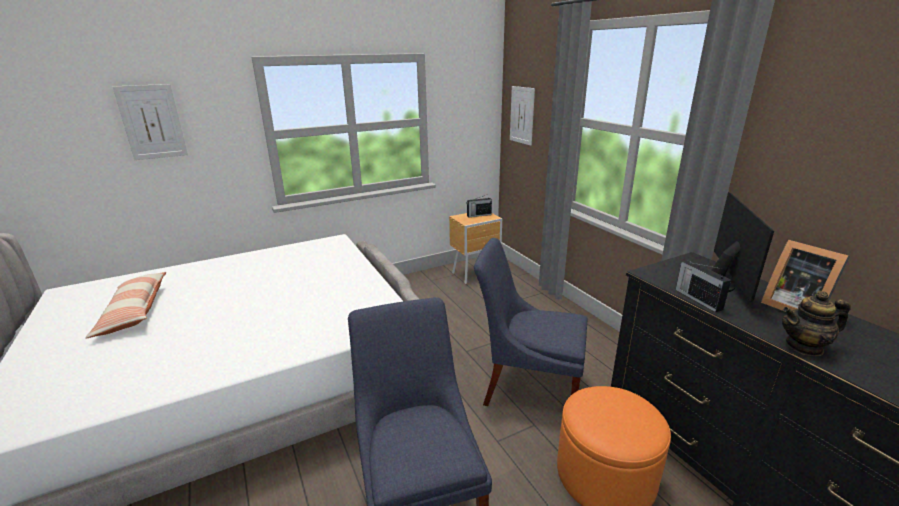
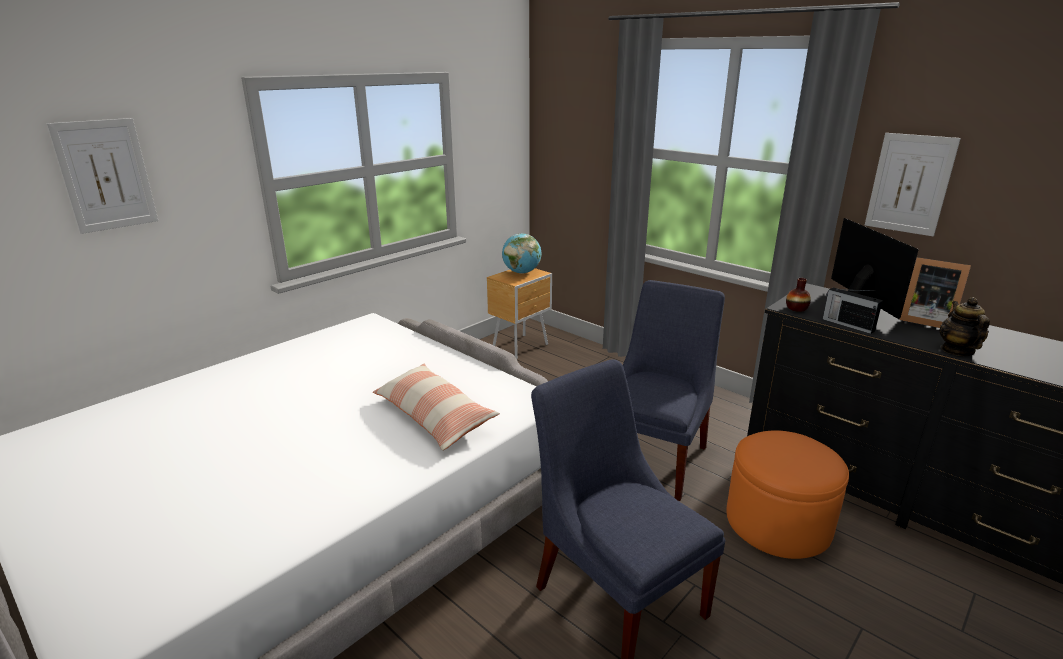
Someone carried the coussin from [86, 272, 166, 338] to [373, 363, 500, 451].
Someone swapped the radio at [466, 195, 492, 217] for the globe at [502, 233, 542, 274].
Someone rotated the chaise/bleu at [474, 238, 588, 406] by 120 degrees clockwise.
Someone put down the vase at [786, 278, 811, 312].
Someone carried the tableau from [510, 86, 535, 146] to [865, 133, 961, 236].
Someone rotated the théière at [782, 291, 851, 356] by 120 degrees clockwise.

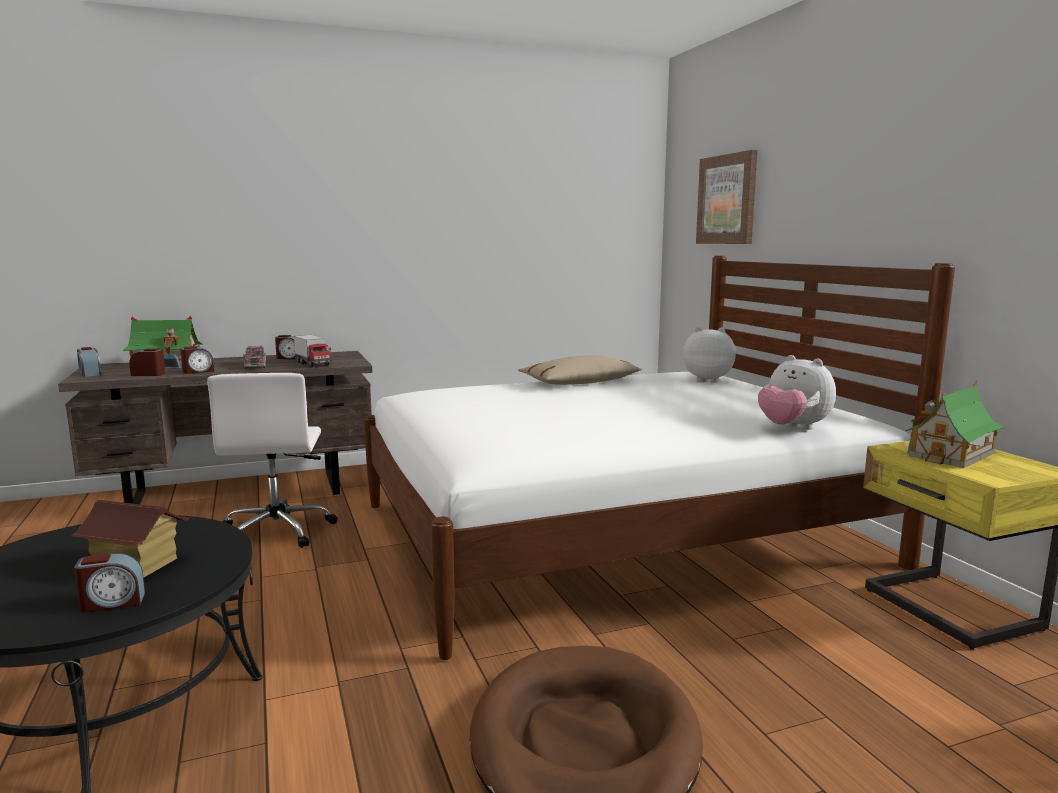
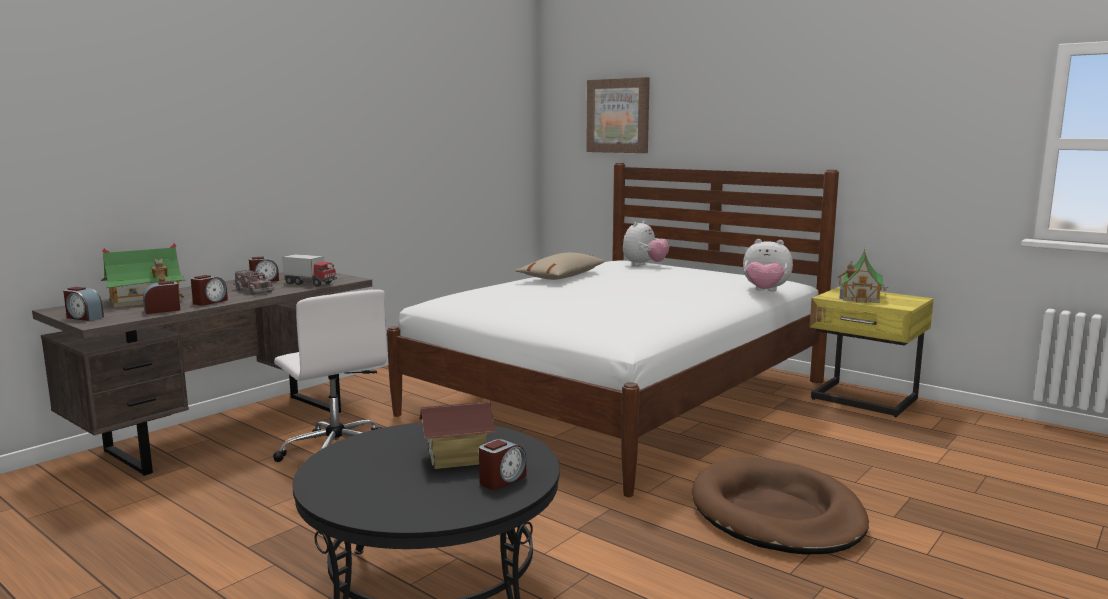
Someone rotated the peluche at [683, 327, 736, 382] by 135 degrees clockwise.

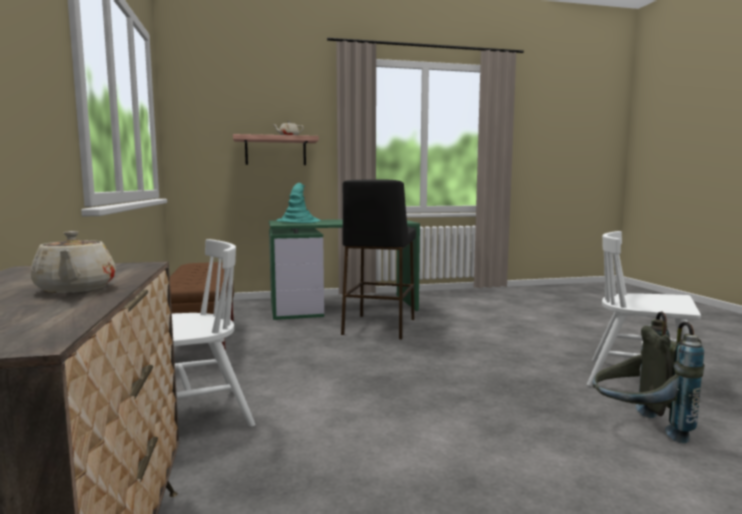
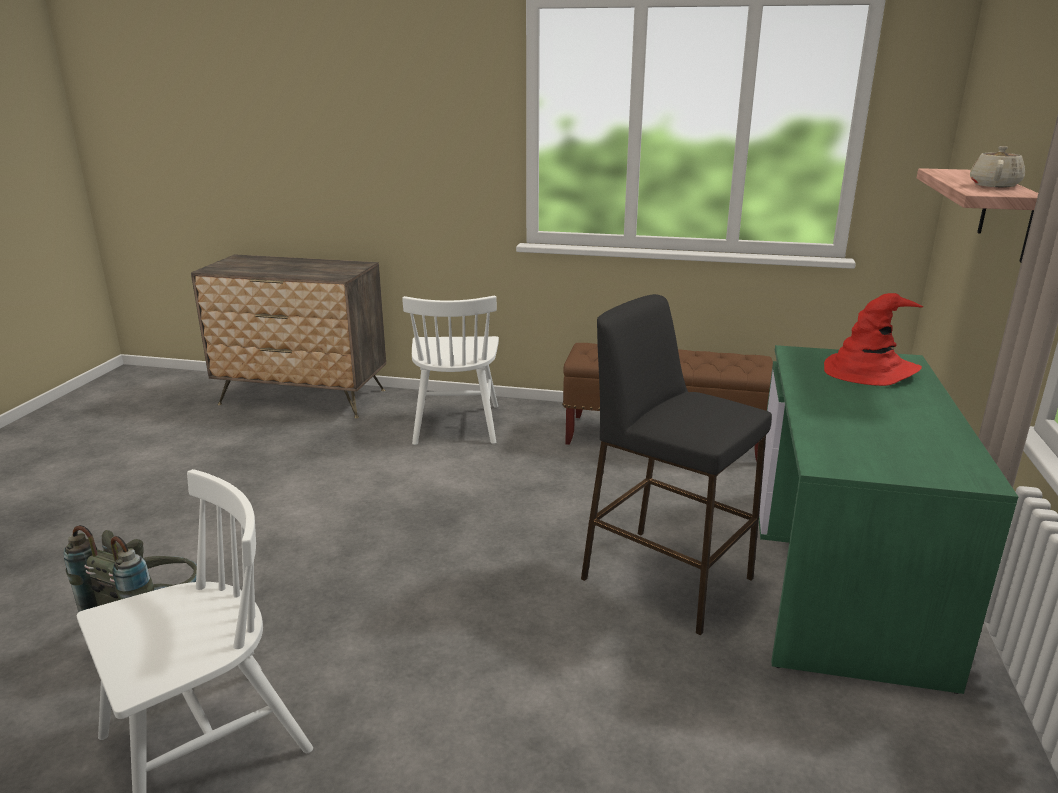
Someone repainted the chapeau/turquoise at [276, 183, 321, 223], which became the chapeau/rouge at [824, 293, 923, 386].
Someone took away the théière/beige at [30, 231, 116, 293].

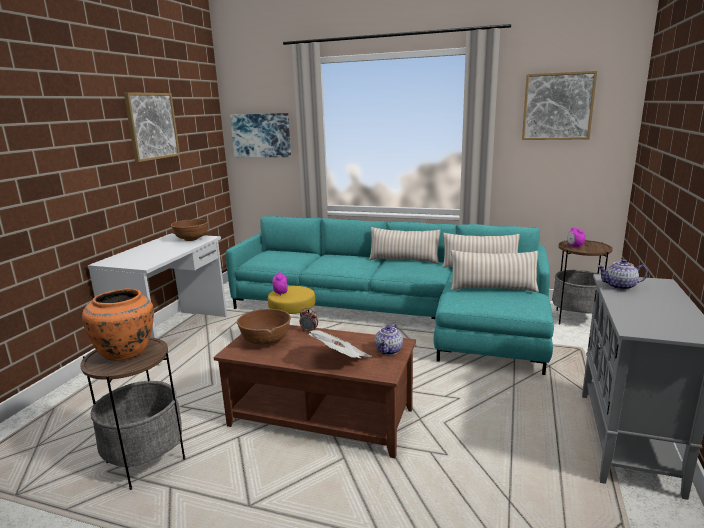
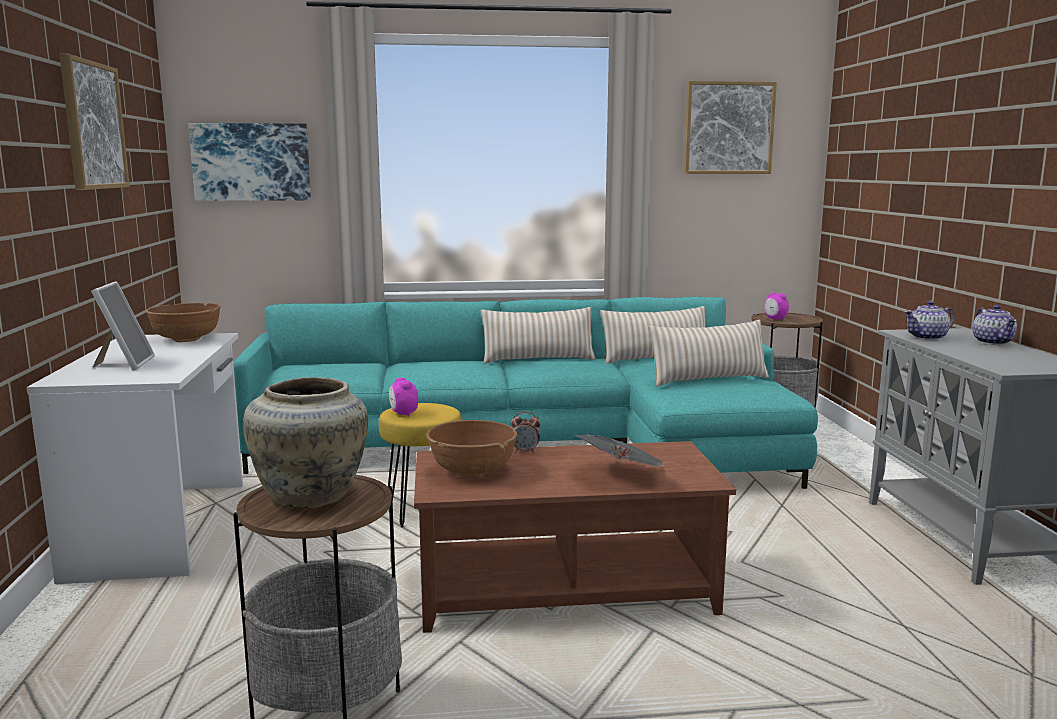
Someone put down the cadre photo at [91, 281, 155, 370].
Someone repainted the vase/orange at [82, 288, 154, 361], which became the vase/beige at [243, 377, 368, 508].
Someone carried the théière from [375, 323, 403, 355] to [973, 305, 1017, 345].

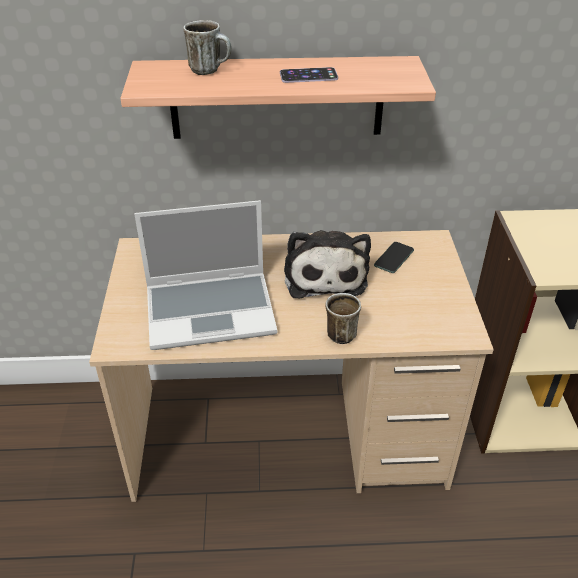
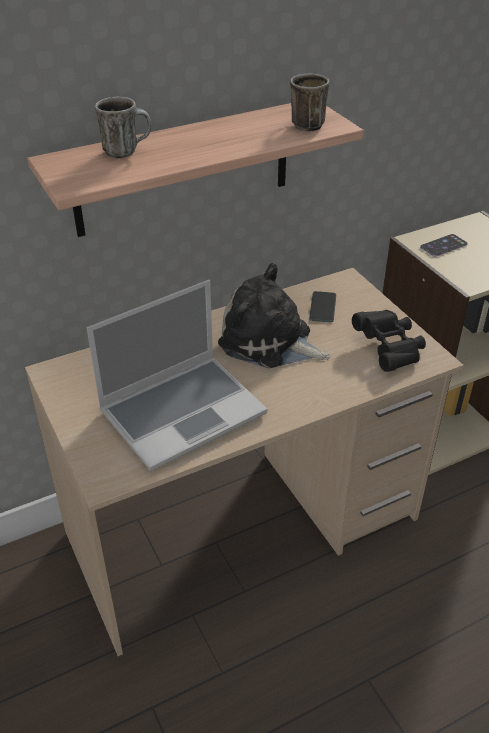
Someone rotated the peluche at [284, 230, 371, 298] by 150 degrees clockwise.
Someone carried the mug from [325, 293, 361, 344] to [290, 73, 329, 132].
Someone put down the jumelles/noir at [352, 310, 426, 372].
Someone carried the téléphone from [280, 67, 338, 83] to [420, 234, 468, 257].

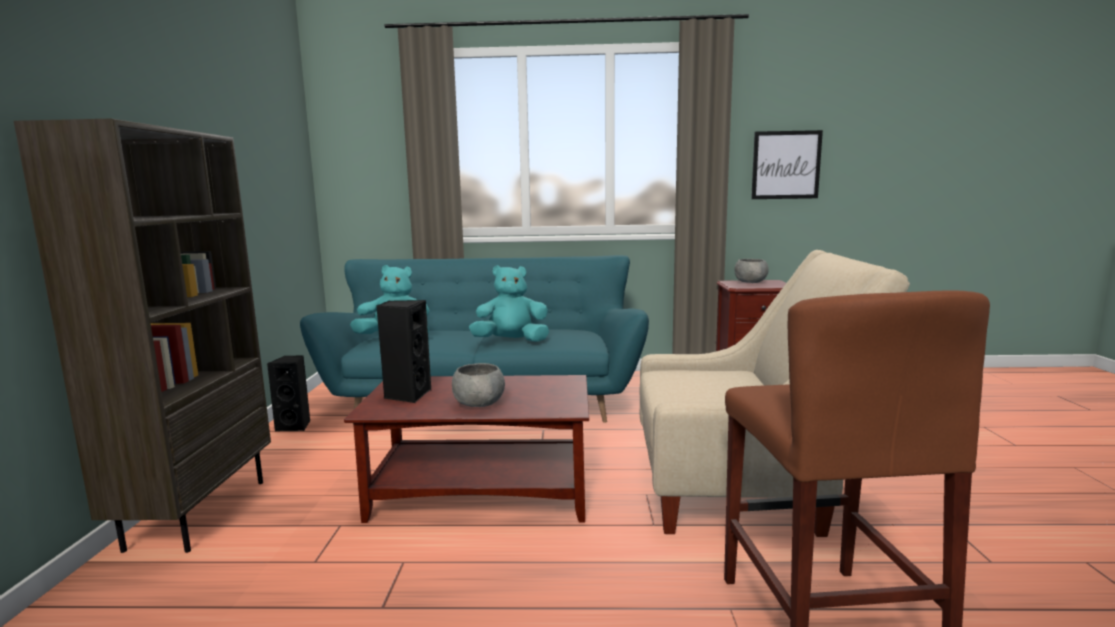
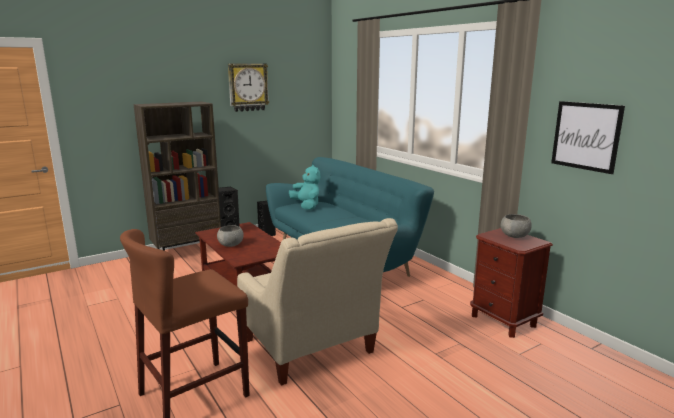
Someone put up the horloge murale at [228, 64, 269, 112].
Someone took away the peluche/turquoise at [469, 265, 549, 342].

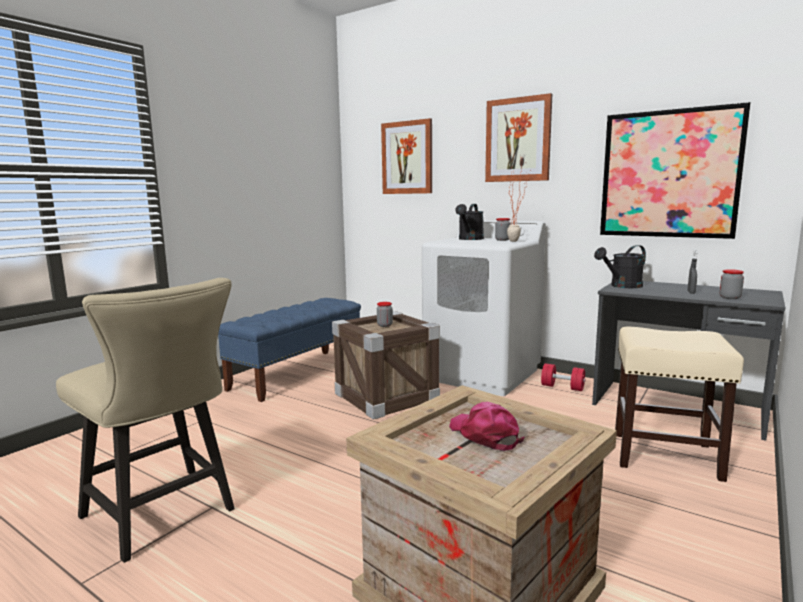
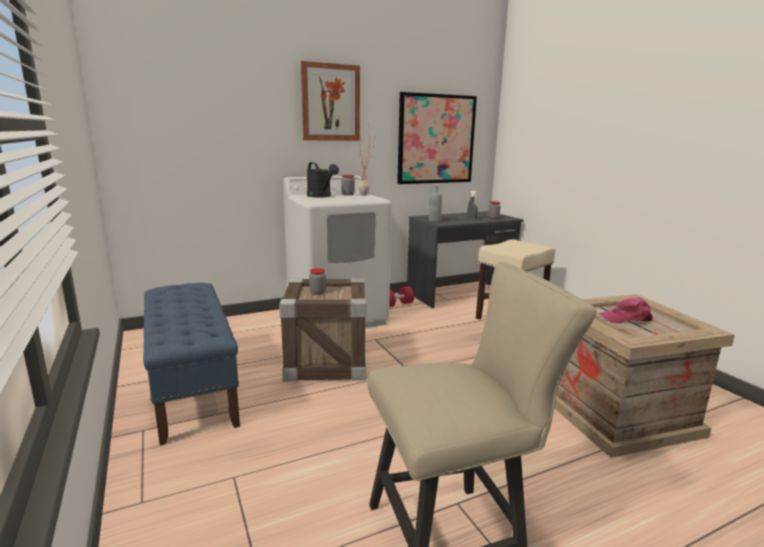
Someone swapped the arrosoir/noir at [594, 245, 646, 288] for the bouteille/gris at [429, 185, 442, 222].
Someone took away the tableau at [381, 118, 432, 194].

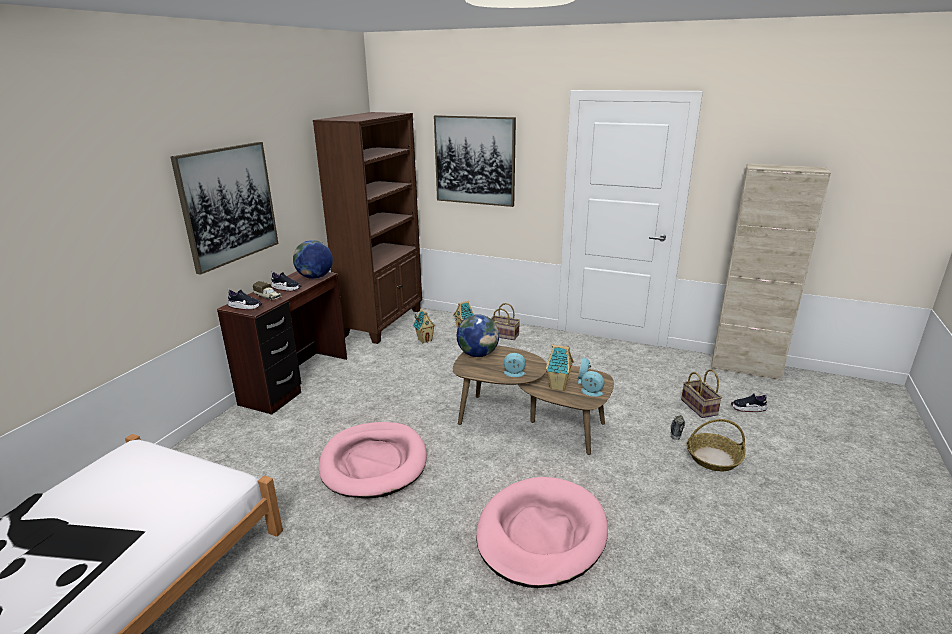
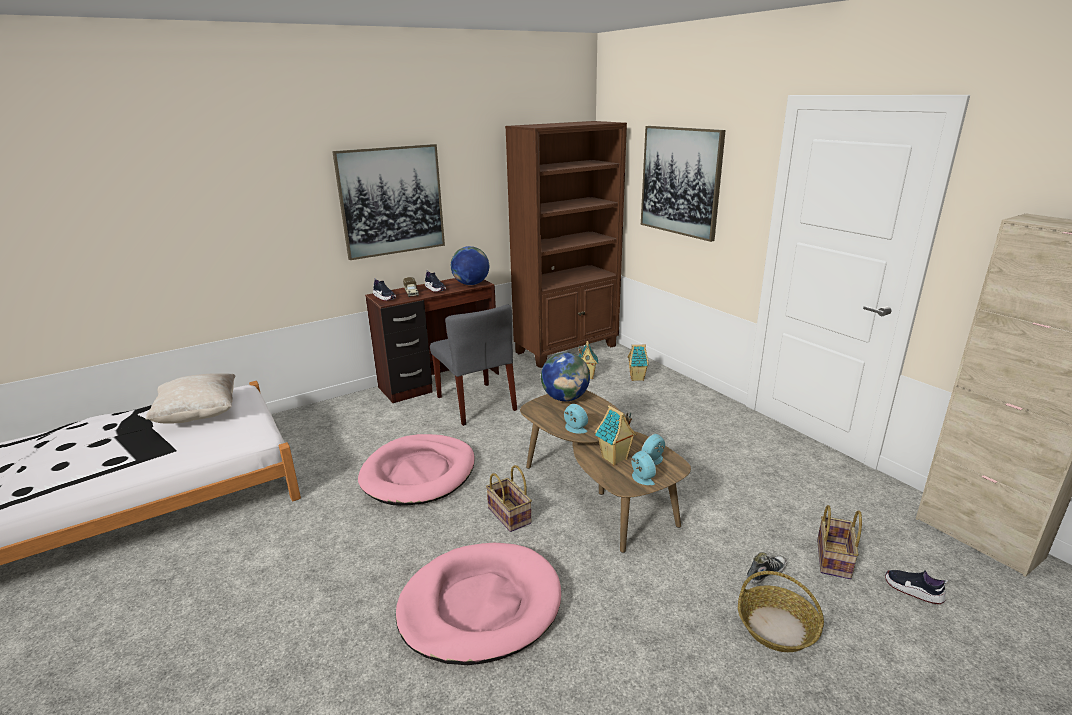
Someone put down the coussin/beige at [146, 373, 235, 424].
Someone put down the chaise/gris at [430, 304, 517, 426].
Someone carried the panier from [491, 303, 520, 340] to [486, 465, 532, 532].

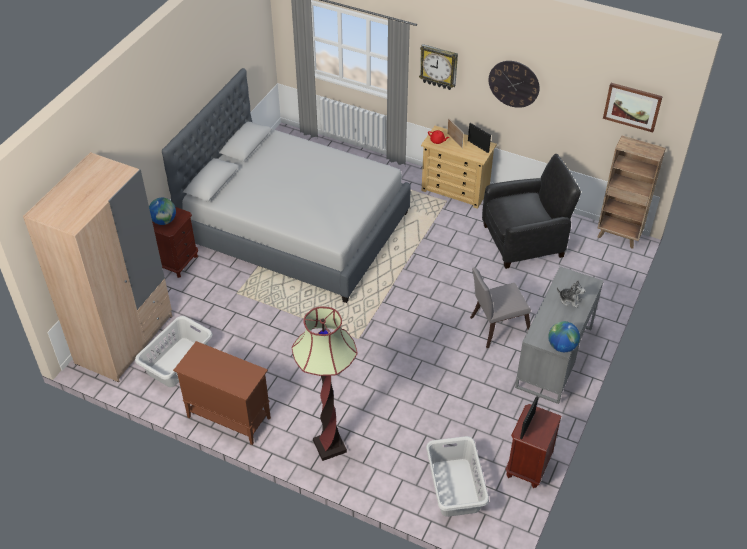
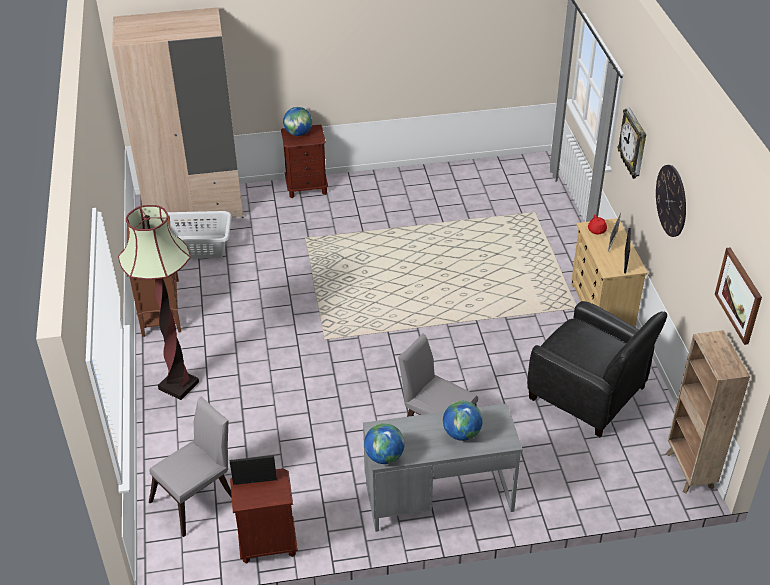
Someone swapped the panier à linge/gris at [426, 436, 489, 517] for the chaise/gris at [149, 396, 232, 537].
Someone swapped the peluche at [557, 280, 585, 308] for the globe at [443, 401, 483, 441].
Someone took away the lit/gris at [162, 68, 410, 303].

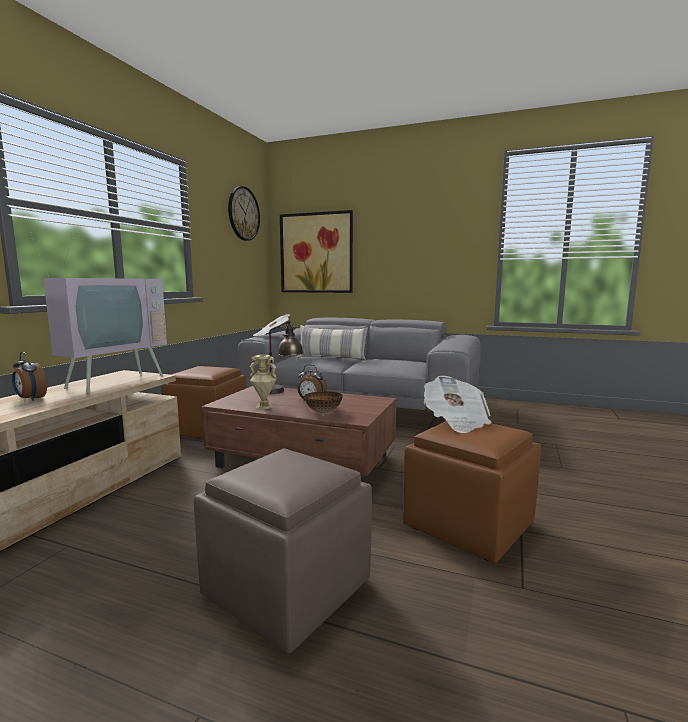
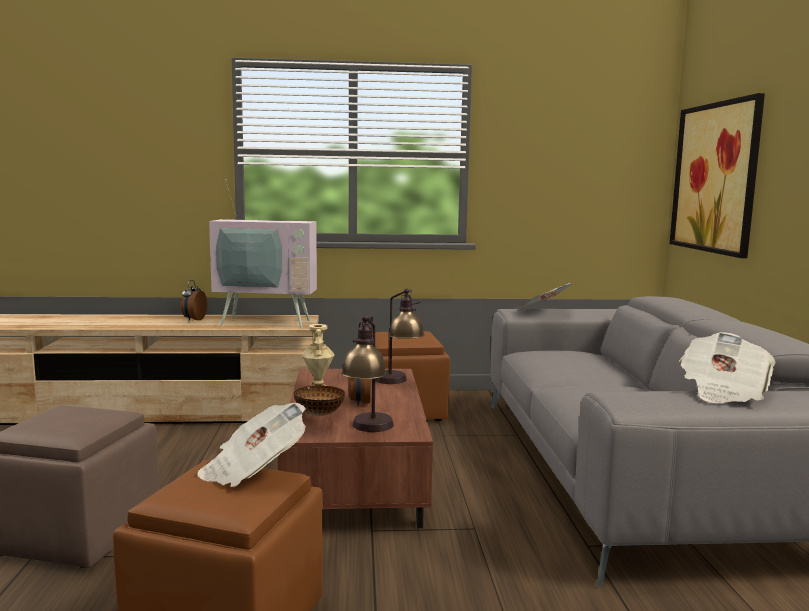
Someone put down the lampe de table at [341, 315, 394, 432].
Someone put down the journal at [679, 332, 776, 403].
Someone took away the horloge murale at [228, 186, 260, 241].
Someone took away the coussin at [297, 325, 368, 360].

